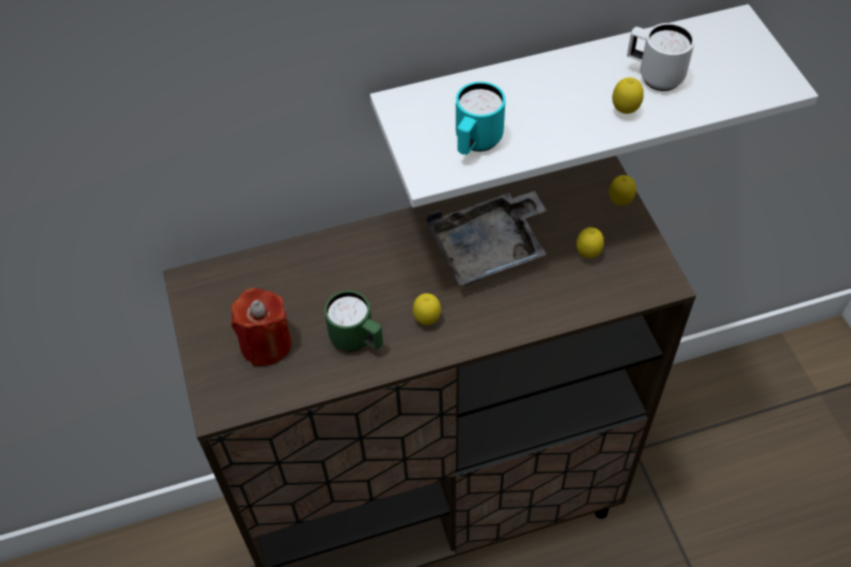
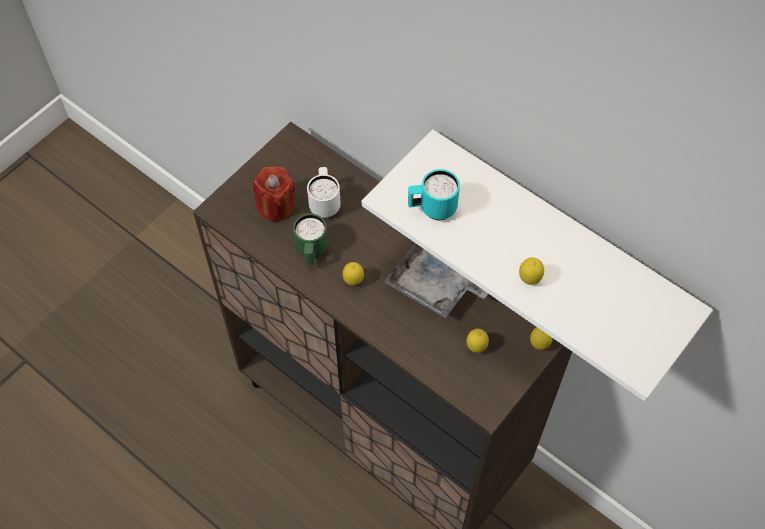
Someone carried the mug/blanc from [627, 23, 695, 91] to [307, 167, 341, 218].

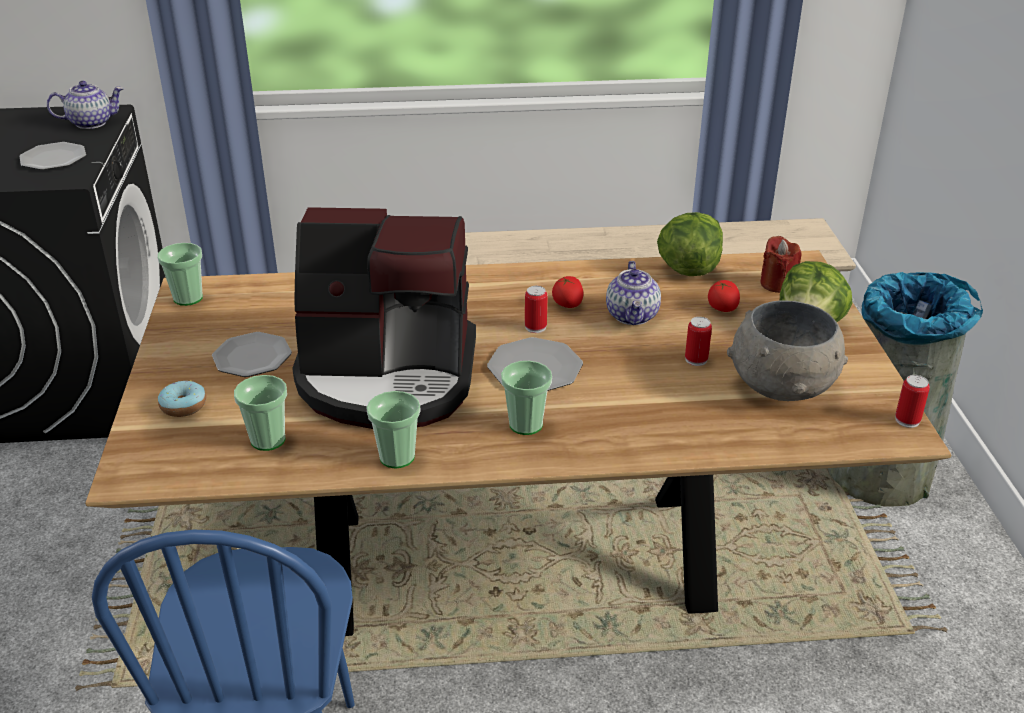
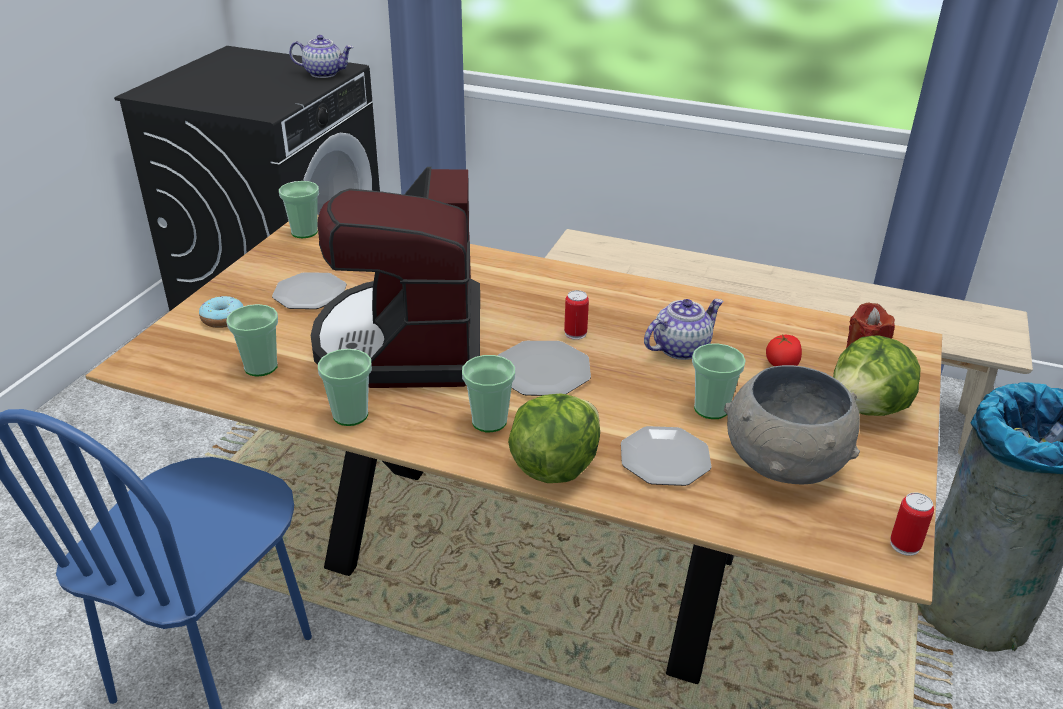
Someone rotated the machine à café at [292, 207, 476, 429] by 60 degrees clockwise.
Someone carried the laitue from [657, 212, 723, 276] to [508, 393, 600, 483].
Someone carried the assiette from [20, 142, 86, 170] to [621, 426, 712, 486].
Someone rotated the théière at [606, 261, 661, 325] by 150 degrees counterclockwise.
Someone swapped the boîte métallique at [685, 317, 712, 366] for the tasse at [692, 343, 746, 419].
Someone took away the tomate at [552, 276, 583, 308].

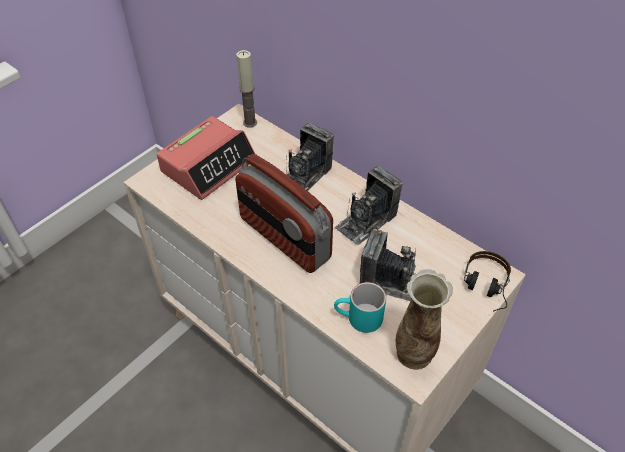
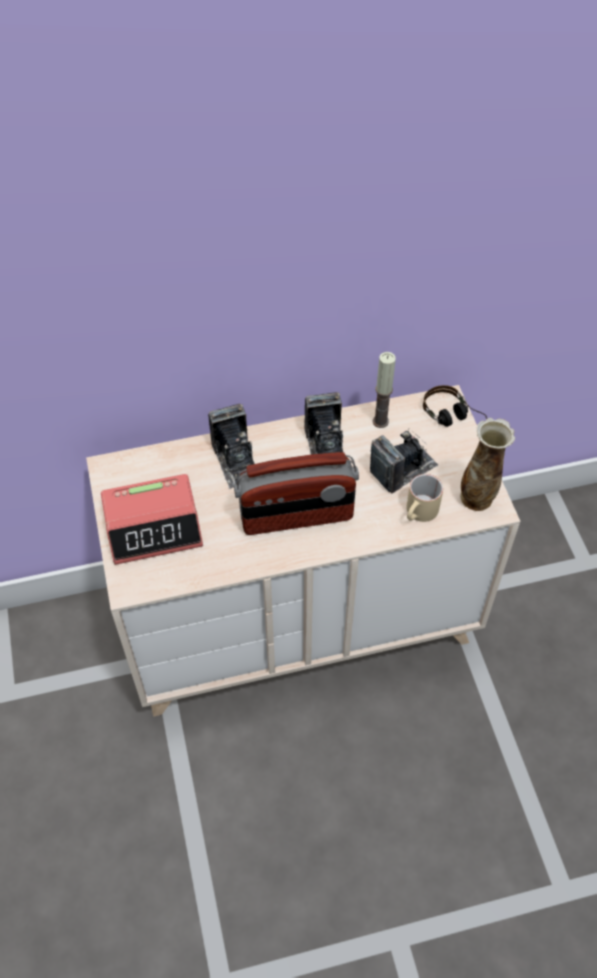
Someone rotated the réveil at [157, 116, 255, 200] by 90 degrees clockwise.
Someone carried the bougie from [236, 50, 257, 128] to [373, 352, 396, 428].
Someone repainted the mug/turquoise at [334, 282, 386, 333], which became the mug/beige at [406, 474, 443, 522].

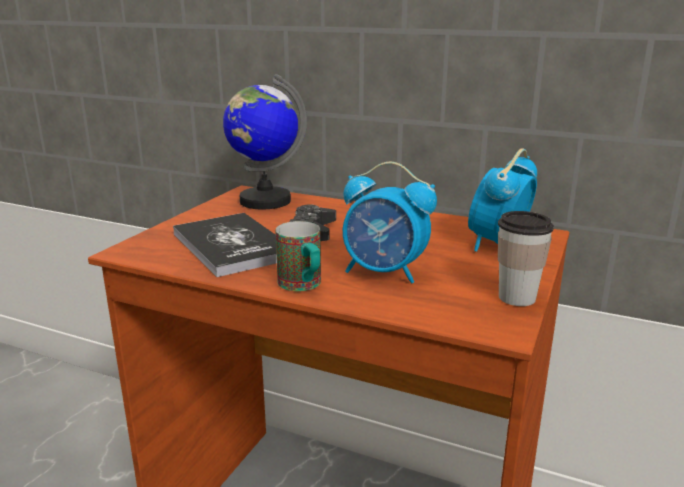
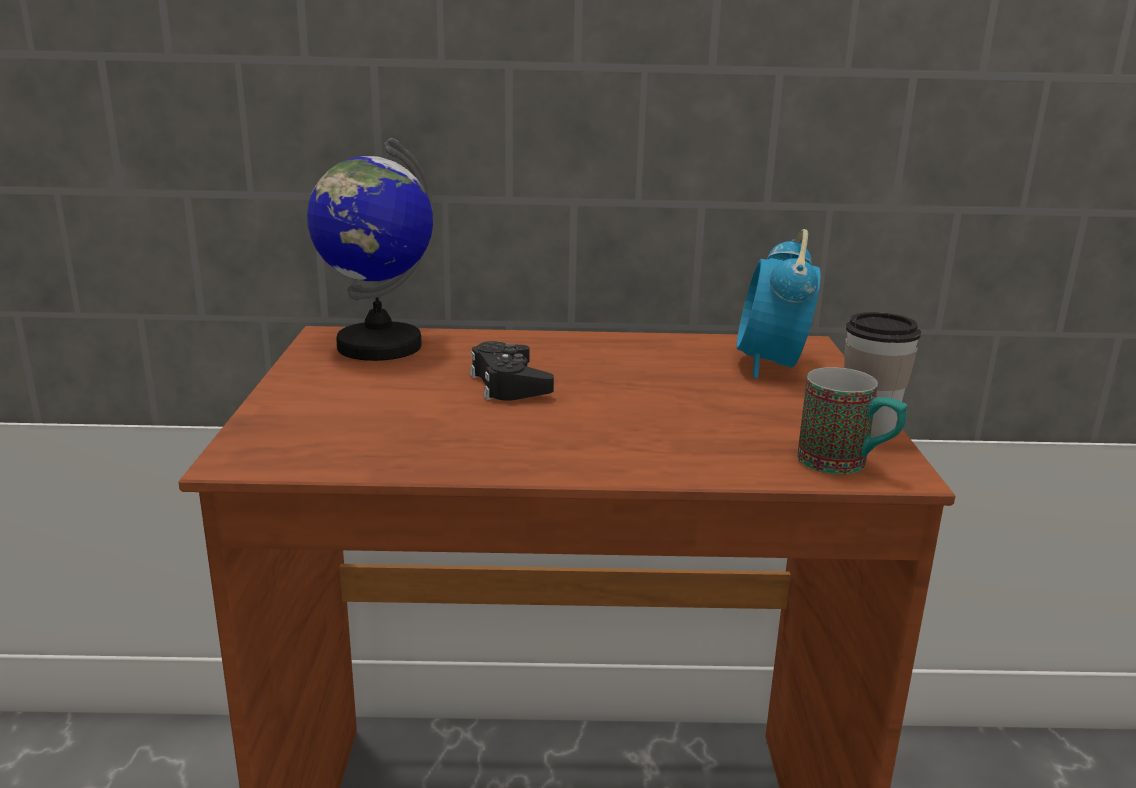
Someone carried the mug from [275, 221, 321, 291] to [797, 367, 907, 475].
Someone took away the livre at [173, 213, 277, 277].
Someone took away the réveil at [343, 162, 437, 283].

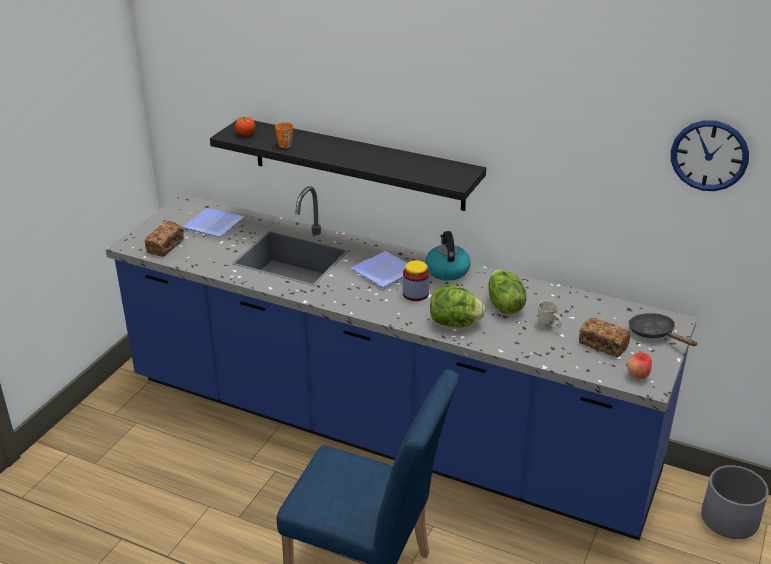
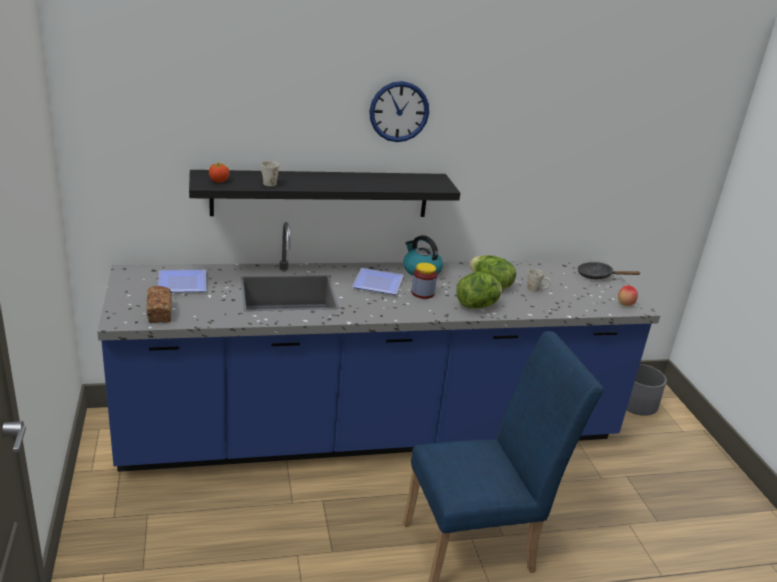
Someone repainted the mug/orange at [275, 122, 293, 148], which became the mug/blanc at [261, 161, 279, 186].
Someone carried the horloge murale from [671, 120, 749, 191] to [369, 81, 429, 142].
Someone took away the pain at [579, 318, 631, 357].

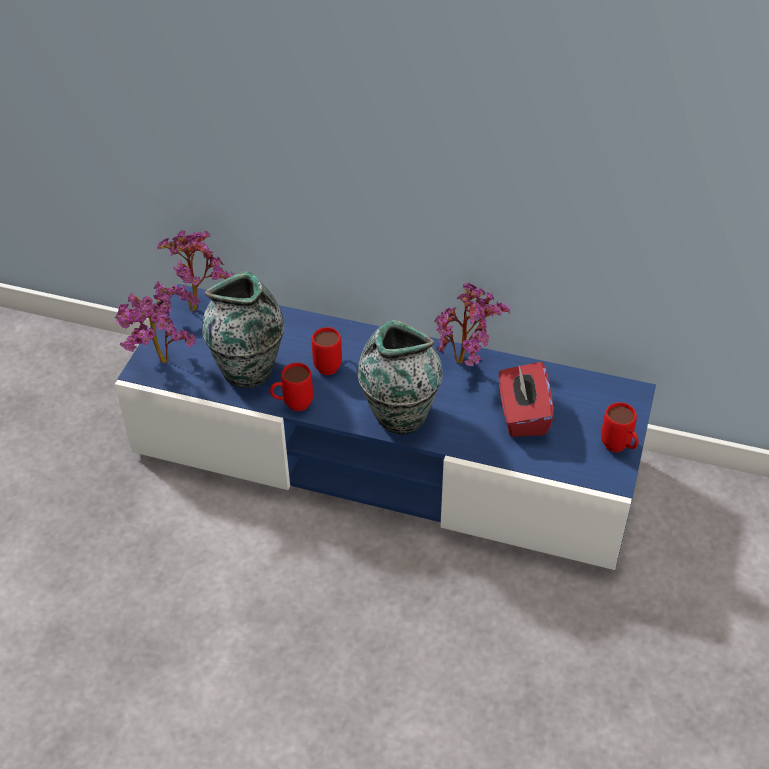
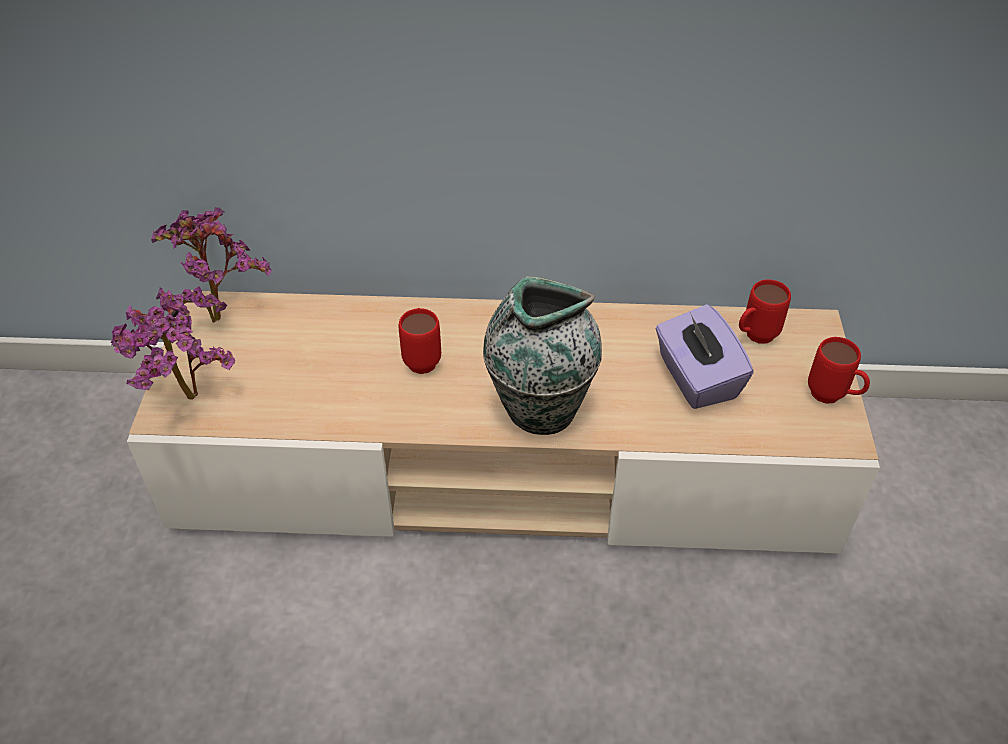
Someone repainted the meuble télé/bleu at [115, 284, 656, 570], which became the meuble télé/beige at [127, 291, 880, 554].
Someone repainted the boîte à mouchoirs/rouge at [499, 362, 554, 437], which became the boîte à mouchoirs/violet at [655, 304, 754, 409].
Someone carried the mug/rouge from [270, 363, 313, 411] to [739, 279, 791, 343].
Someone took away the vase at [202, 271, 284, 388].
Someone took away the plante en pot at [434, 282, 510, 366].

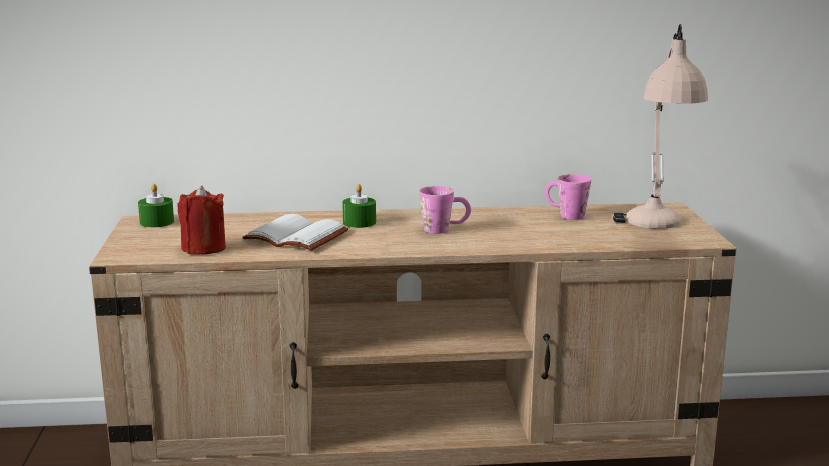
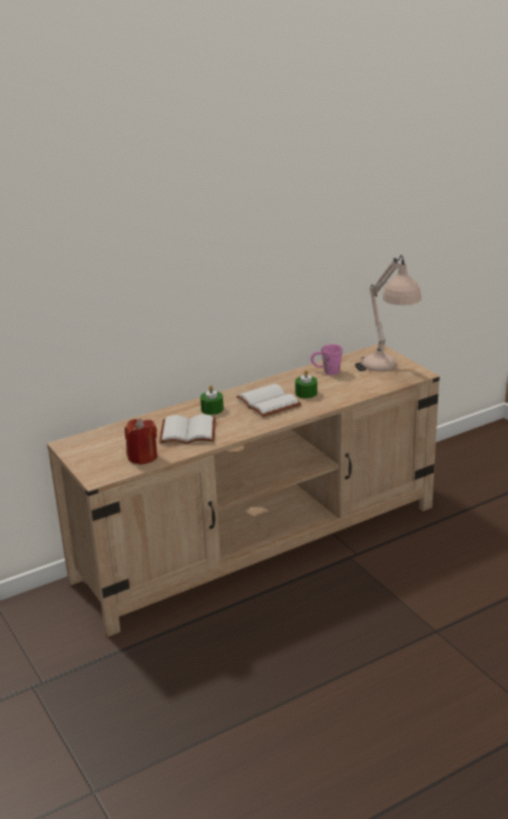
Someone swapped the mug/rose at [419, 186, 471, 234] for the livre/blanc at [236, 384, 301, 417].
Someone carried the bougie/vert from [138, 184, 174, 228] to [295, 370, 317, 399].

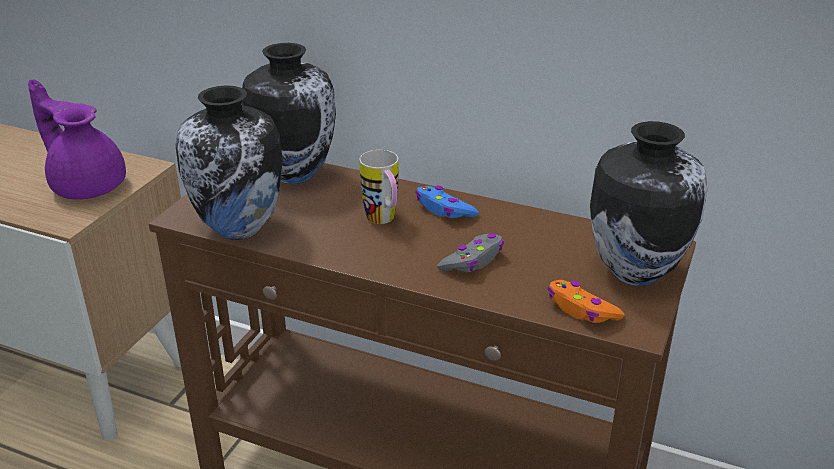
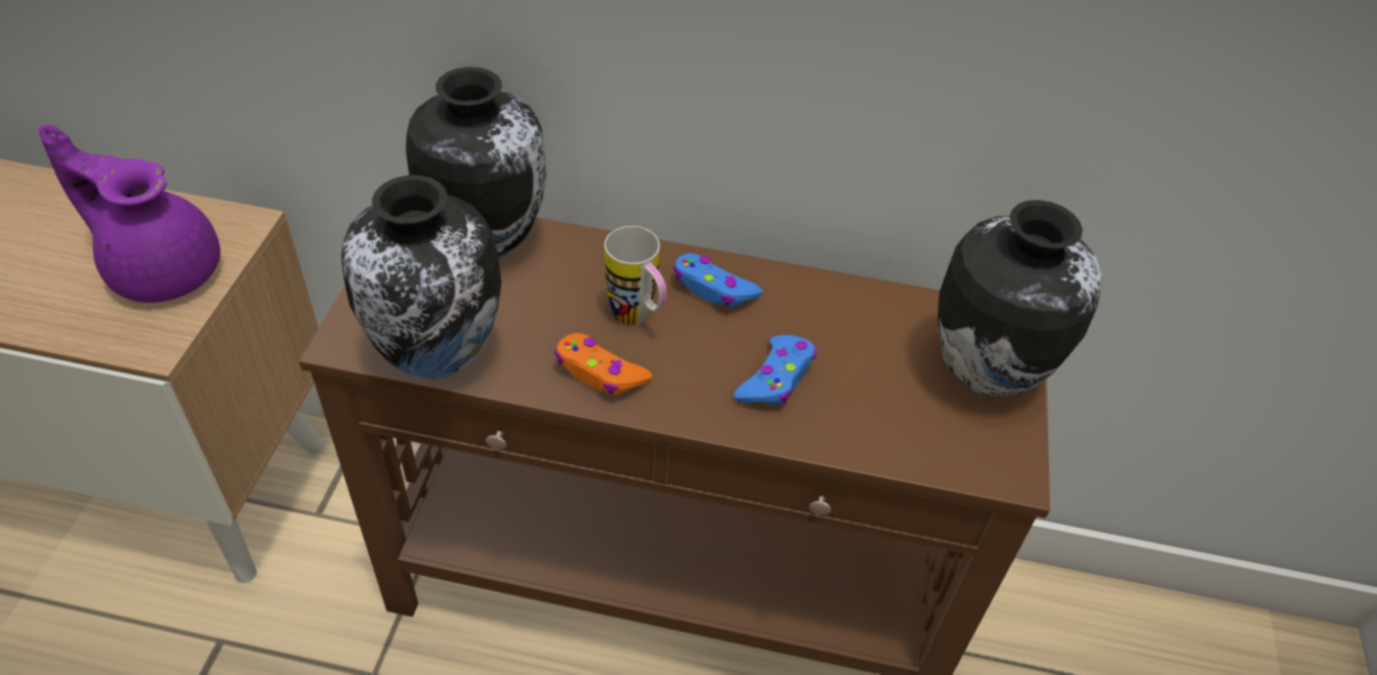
Someone carried the manette/orange from [547, 280, 625, 323] to [554, 333, 652, 395].
Someone repainted the manette/gris at [437, 233, 504, 272], which became the manette/bleu at [734, 335, 817, 405].

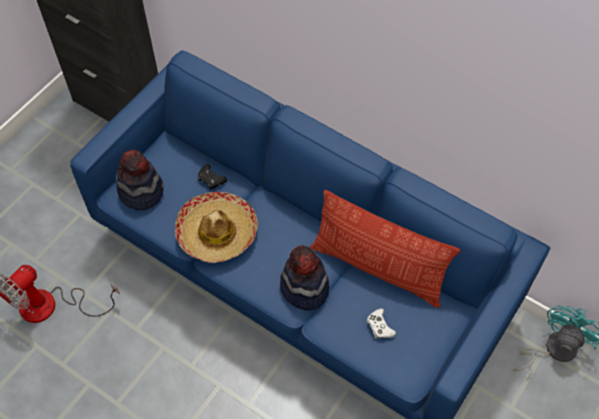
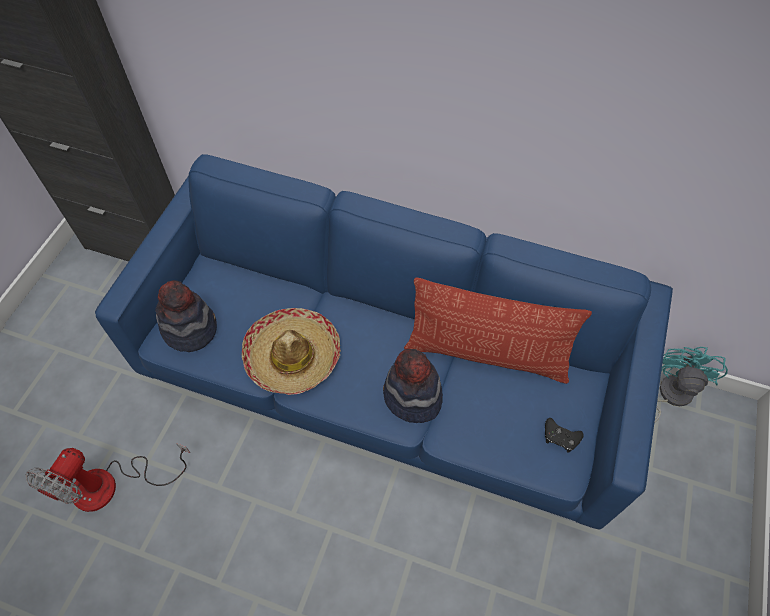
Someone carried the manette/noir from [198, 164, 227, 189] to [545, 418, 584, 453].
Someone took away the manette/blanc at [367, 308, 396, 338].

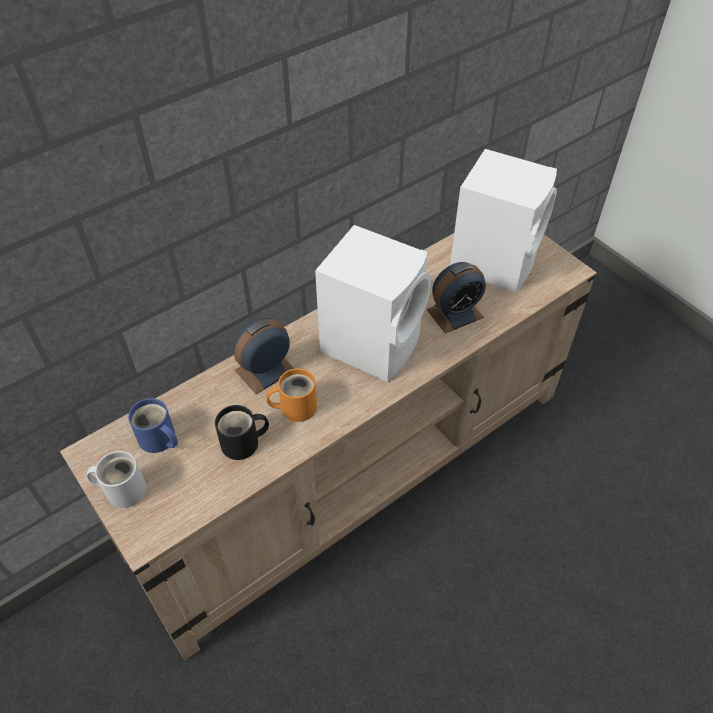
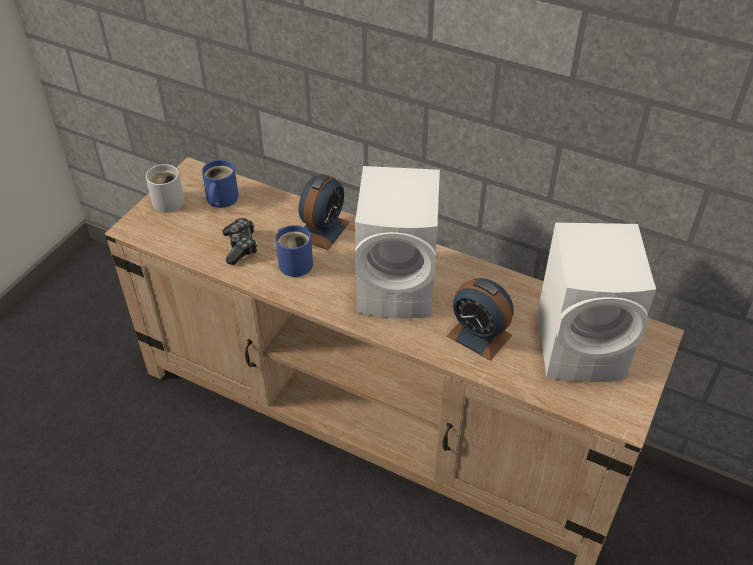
Someone swapped the mug/noir at [215, 405, 269, 460] for the manette at [222, 218, 257, 265].
Someone repainted the mug/orange at [266, 368, 317, 422], which became the mug/bleu at [276, 225, 313, 277].
Someone rotated the réveil at [233, 318, 295, 394] by 90 degrees clockwise.

